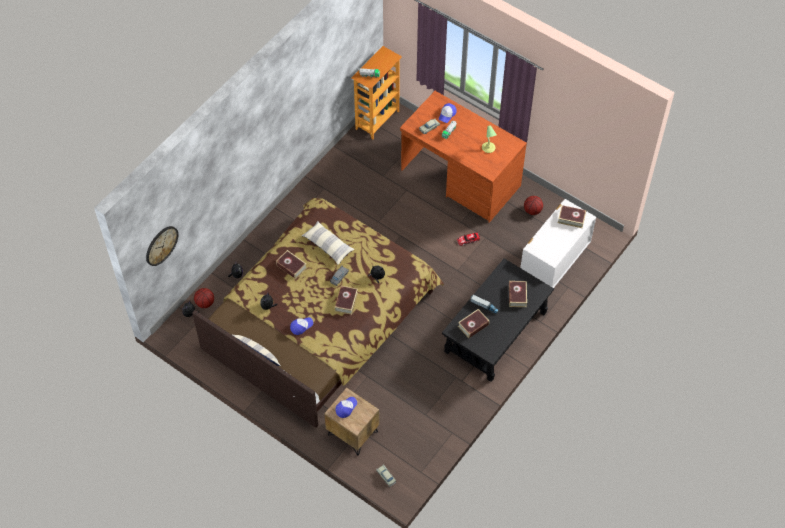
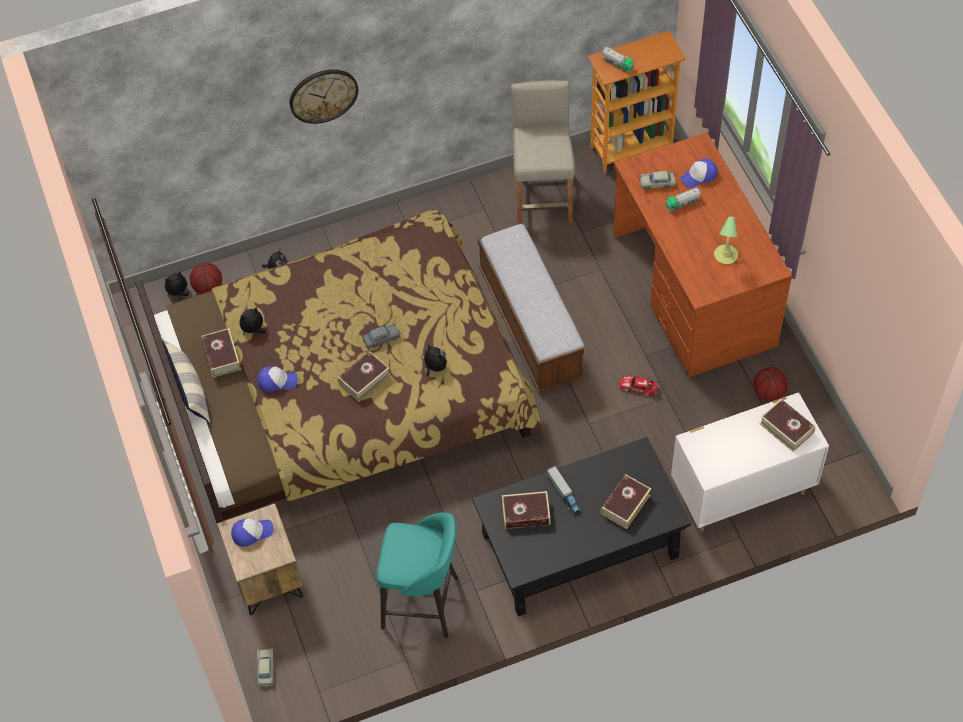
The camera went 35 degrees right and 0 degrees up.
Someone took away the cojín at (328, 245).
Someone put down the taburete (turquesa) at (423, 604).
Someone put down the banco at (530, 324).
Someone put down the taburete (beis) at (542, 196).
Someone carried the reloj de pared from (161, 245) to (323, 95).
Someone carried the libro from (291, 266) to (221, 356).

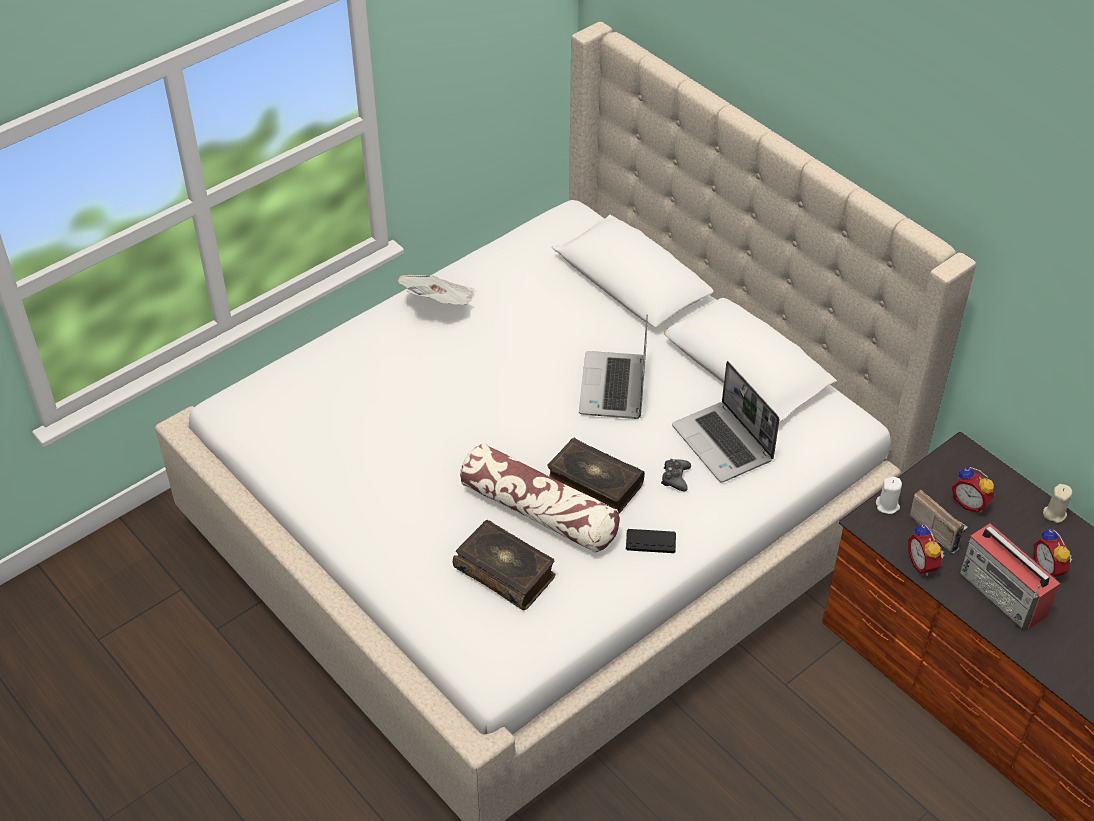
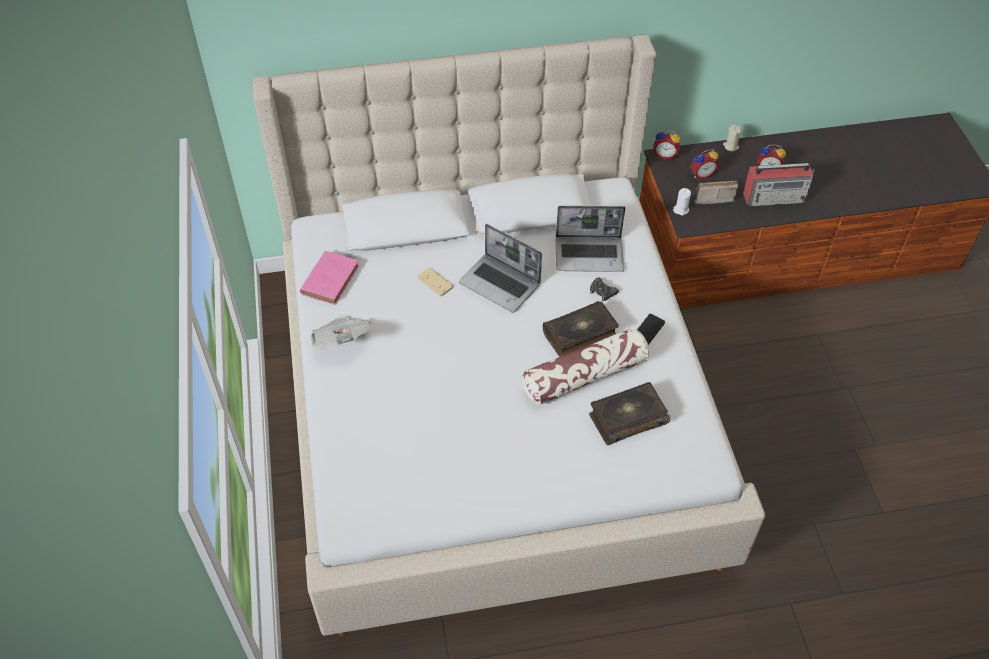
The camera went 60 degrees left and 5 degrees up.
Someone put down the libro (rosa) at (331, 279).
Someone put down the mando de consola (beis) at (435, 282).
Someone carried the despertador from (923, 564) to (665, 155).

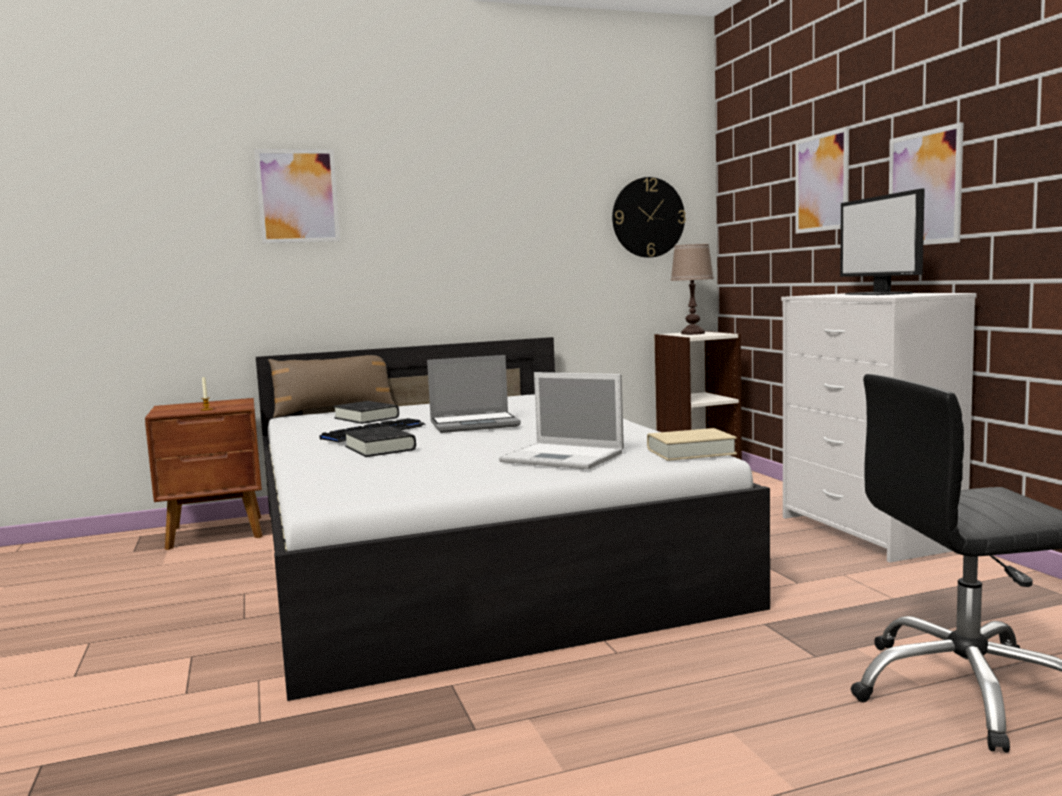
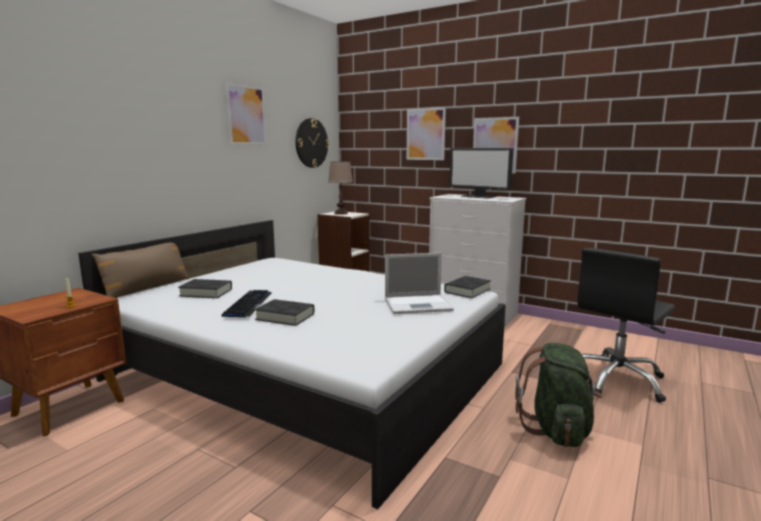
The camera went 40 degrees left and 5 degrees up.
Someone took away the portátil at (475, 424).
Someone put down the mochila (verde) at (557, 430).
Someone carried the cuadro from (298, 196) to (246, 115).
Someone repainted the libro (beis) at (690, 452), which became the libro (negro) at (467, 291).

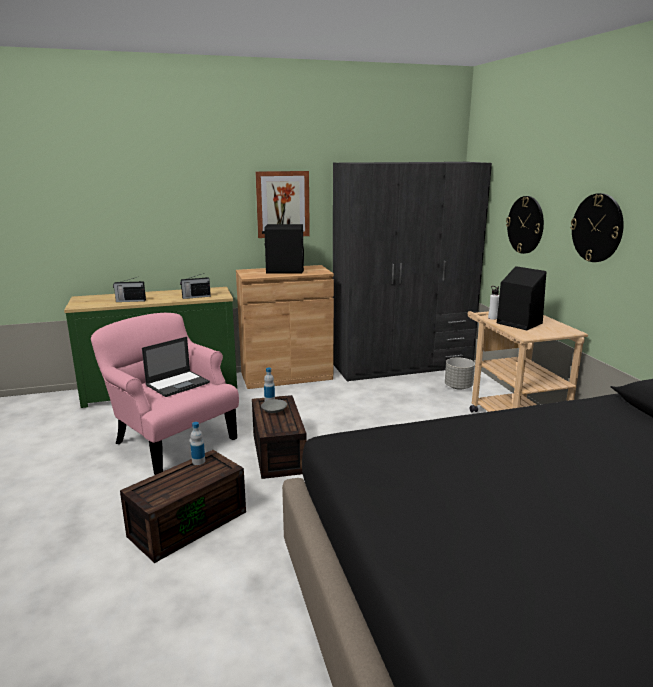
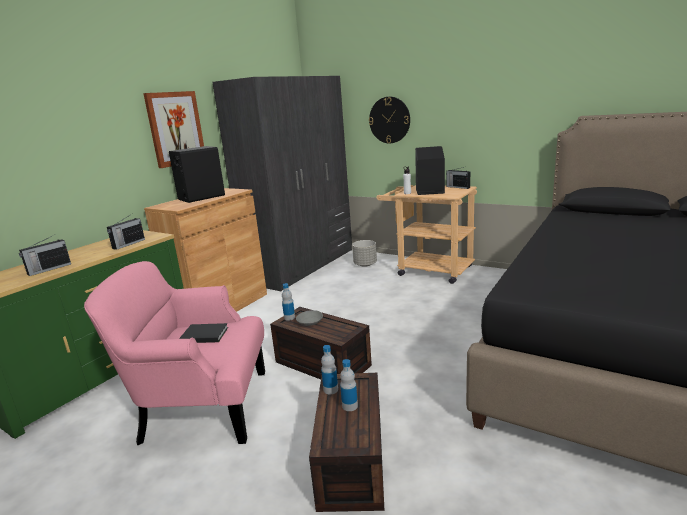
The camera went 40 degrees left and 0 degrees up.
Someone took away the reloj de pared at (597, 228).
Someone put down the botella at (350, 406).
Someone put down the radio at (457, 187).
Someone swapped the portátil at (178, 383) for the libro (negro) at (203, 335).

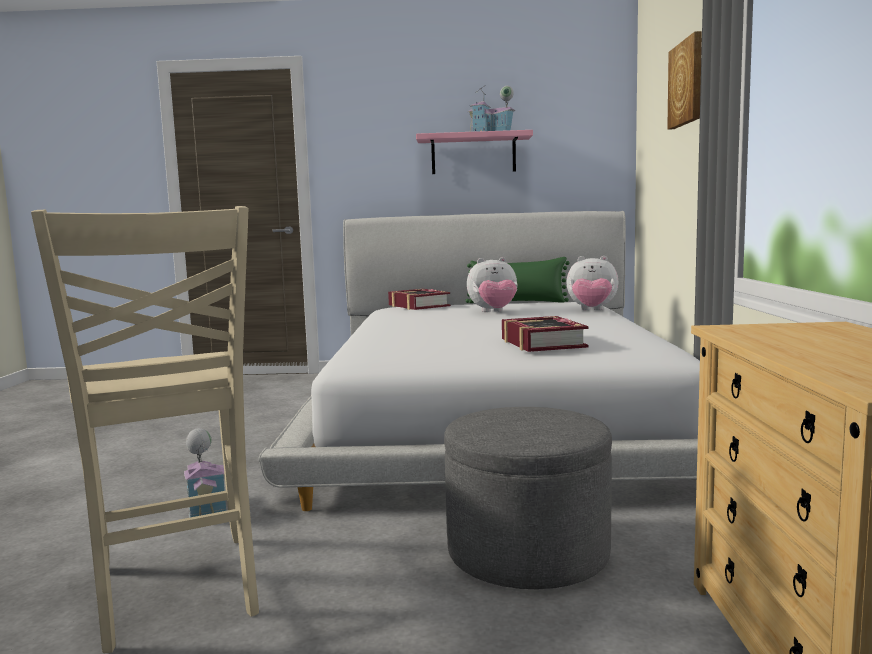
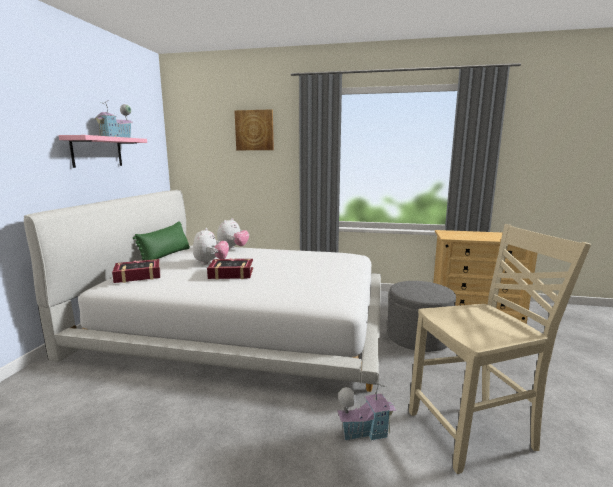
The camera went 80 degrees left and 5 degrees up.
Someone carried the libro from (542, 343) to (231, 273).

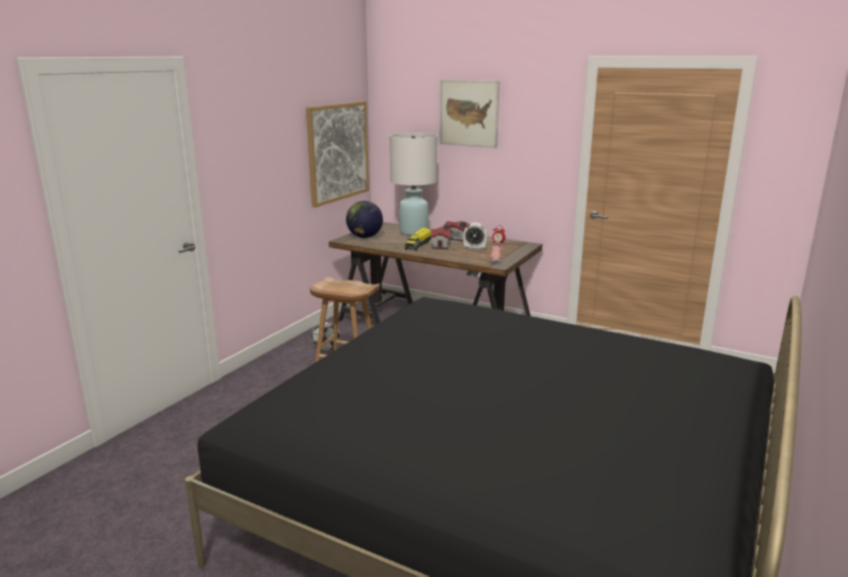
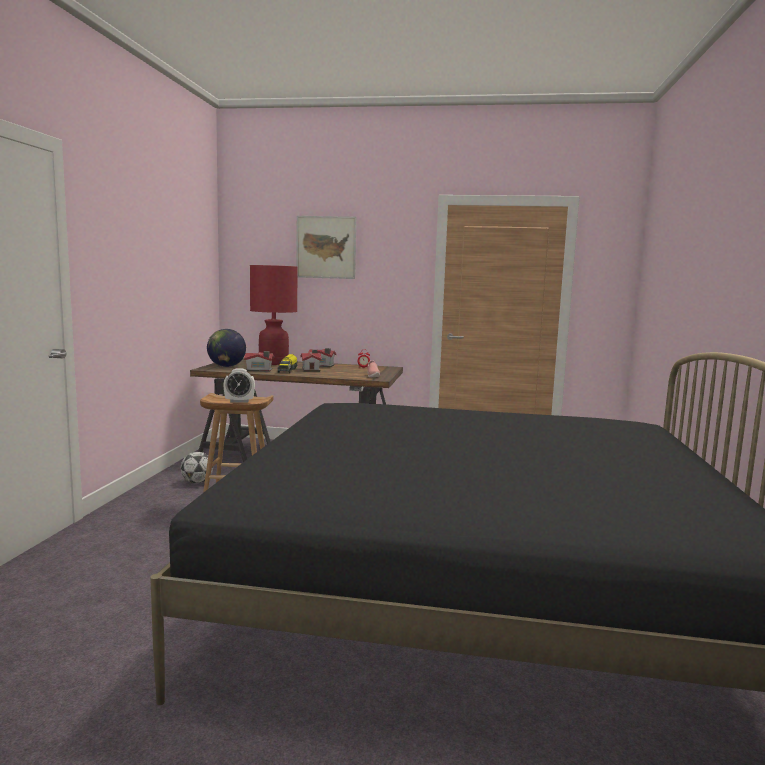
The camera went 20 degrees left and 10 degrees down.
Someone took away the cuadro at (338, 152).
Someone put down the casita at (259, 370).
Someone carried the despertador from (475, 248) to (239, 401).
Someone repainted the lámpara de mesa (blanco) at (413, 232), which became the lámpara de mesa (rojo) at (273, 363).

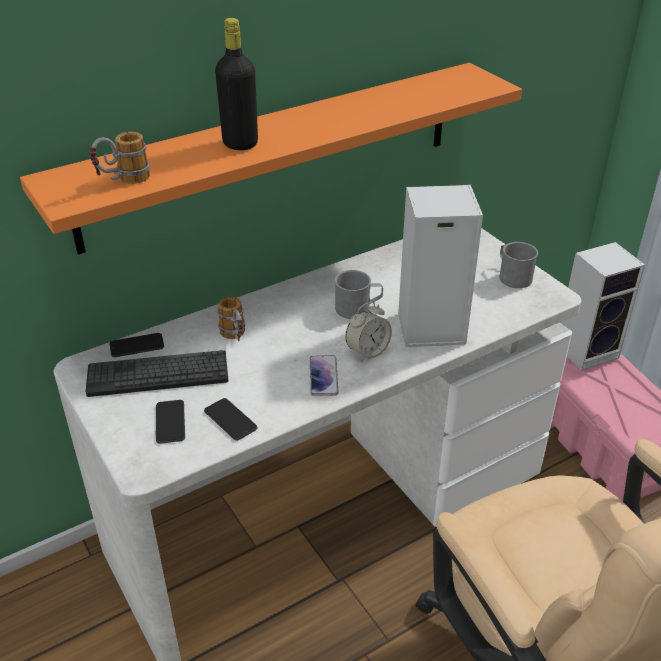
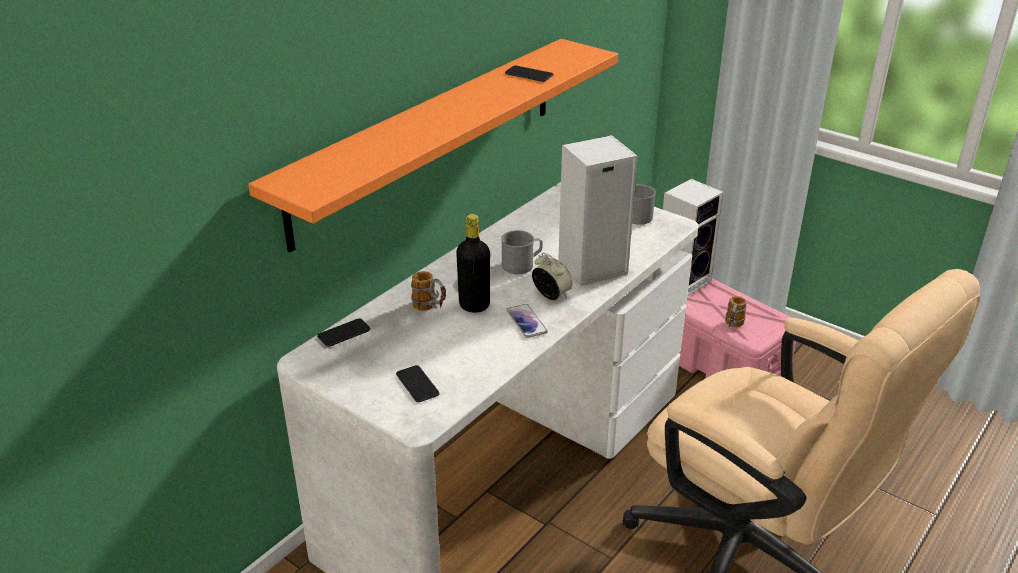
The camera went 20 degrees left and 5 degrees down.
Someone took away the teclado at (158, 374).
Someone carried the taza grande from (123, 182) to (732, 326).
Someone carried the móvil from (230, 420) to (529, 74).
Someone carried the botella (negro) from (240, 143) to (474, 305).
Someone rotated the despertador at (367, 351) by 75 degrees counterclockwise.

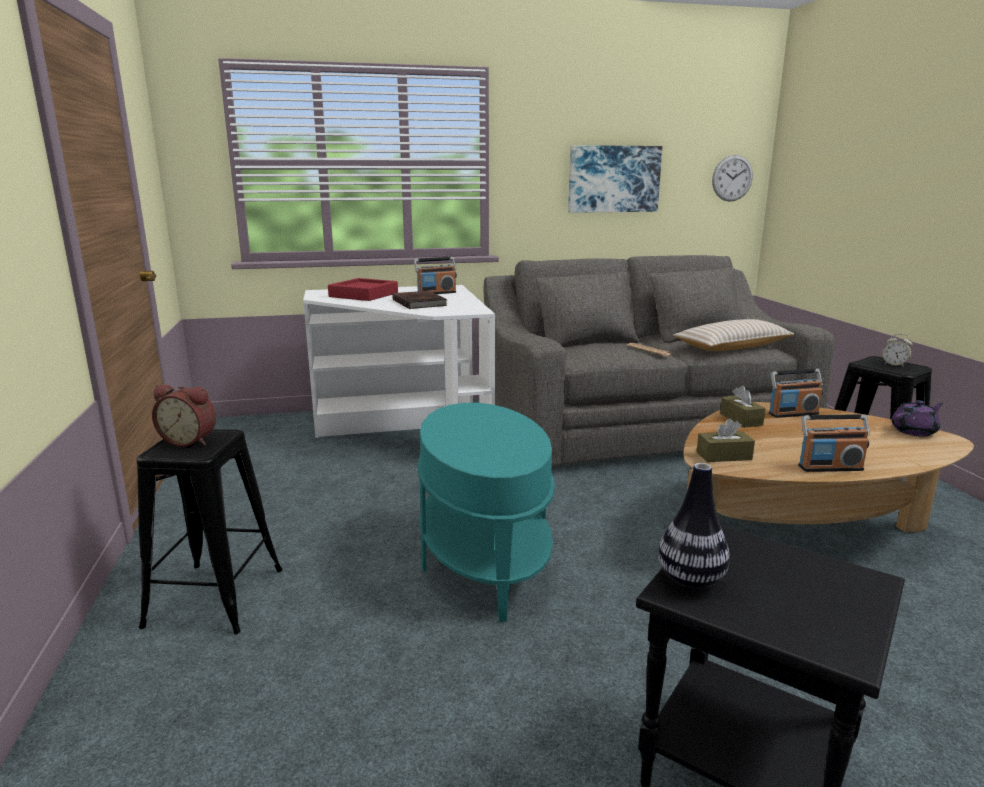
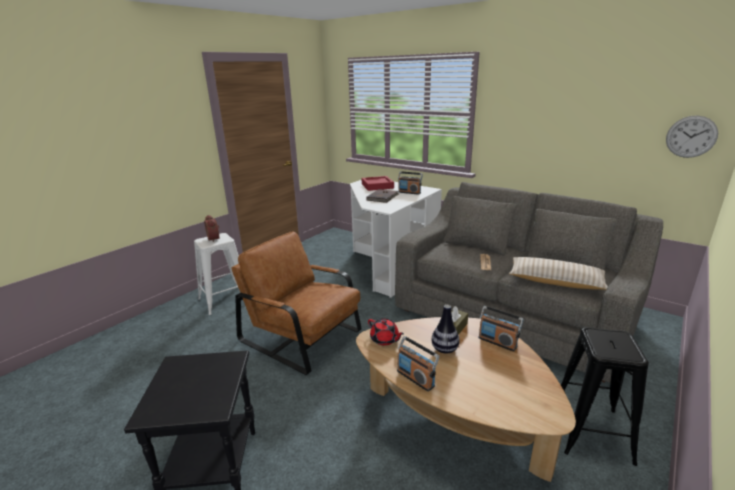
The camera went 50 degrees right and 5 degrees up.
Someone took away the cuadro at (613, 179).
Someone took away the despertador at (894, 365).
Someone took away the tetera (morado) at (914, 431).
Someone carried the florero from (691, 580) to (444, 349).
Someone swapped the mesa auxiliar (turquesa) at (483, 562) for the sillón (marrón) at (303, 336).
Someone swapped the caja de pañuelos (marrón) at (724, 456) for the tetera (rojo) at (385, 339).
Someone repainted the taburete (negro) at (215, 597), which became the taburete (blanco) at (225, 300).

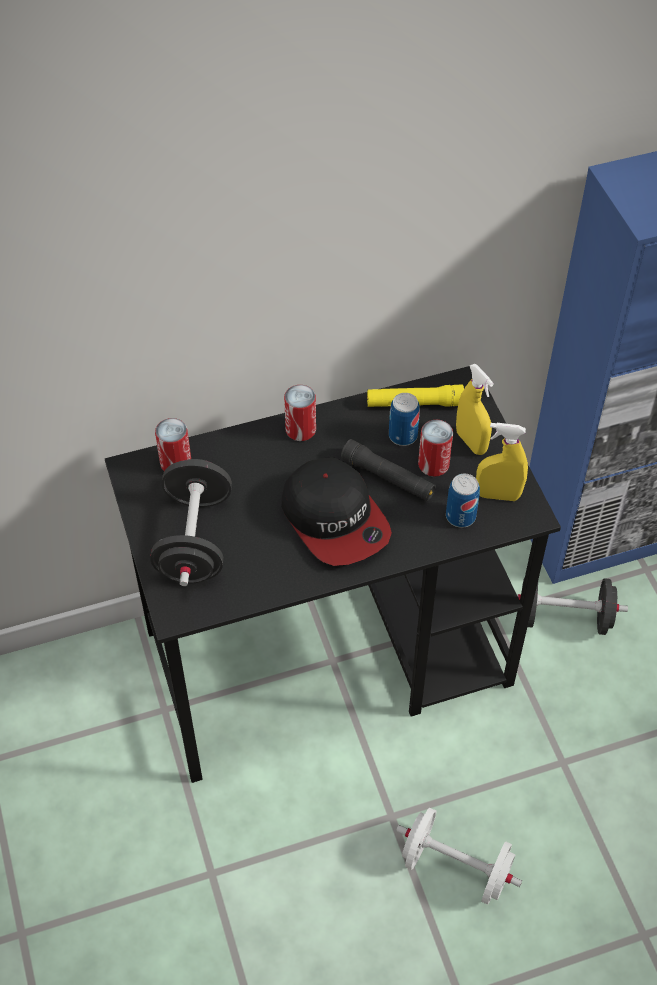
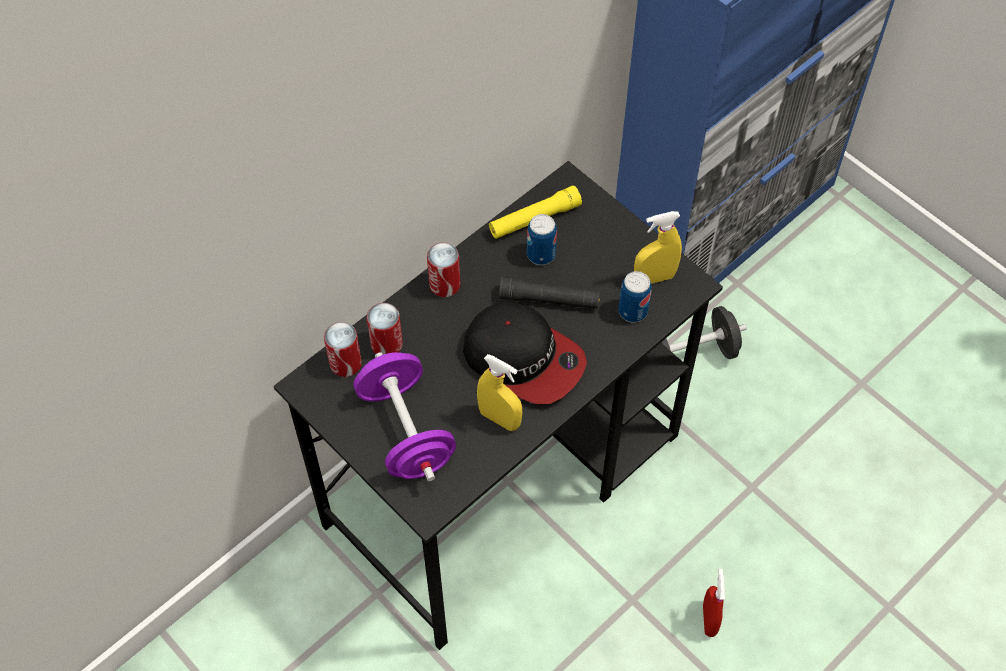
The camera went 25 degrees left and 5 degrees up.
Someone carried the lata from (433, 464) to (386, 344).
Someone carried the pulverizador (amarillo) from (471, 442) to (499, 418).
Someone swapped the mancuerna (blanco) at (456, 867) for the pulverizador (rojo) at (709, 619).
Someone repainted the mancuerna (negro) at (194, 540), which became the mancuerna (morado) at (406, 431).

